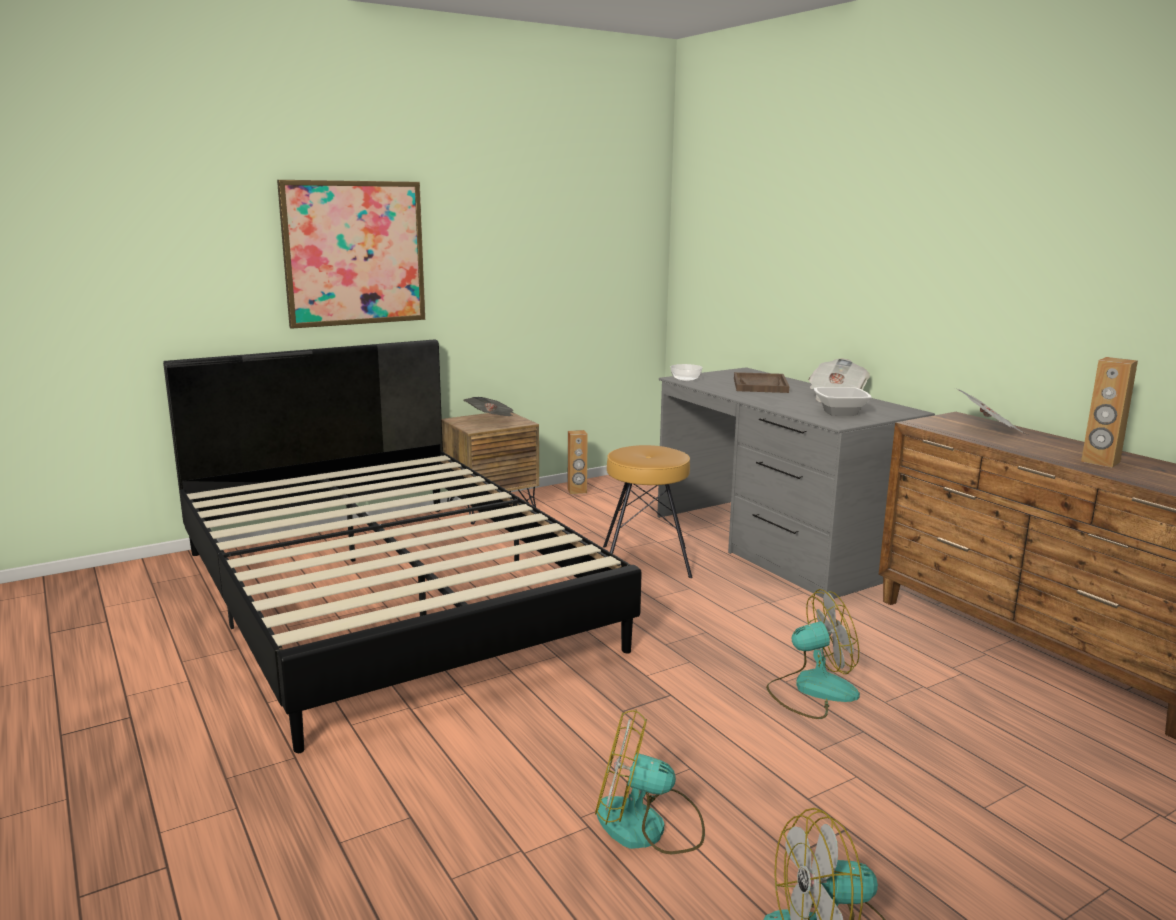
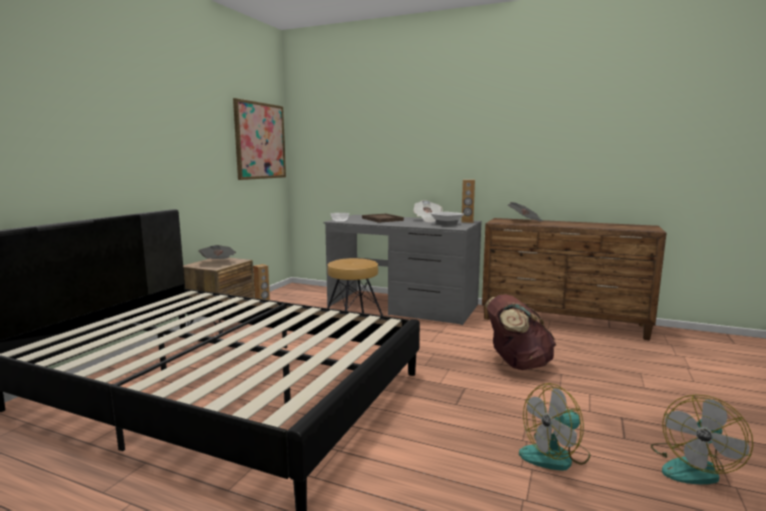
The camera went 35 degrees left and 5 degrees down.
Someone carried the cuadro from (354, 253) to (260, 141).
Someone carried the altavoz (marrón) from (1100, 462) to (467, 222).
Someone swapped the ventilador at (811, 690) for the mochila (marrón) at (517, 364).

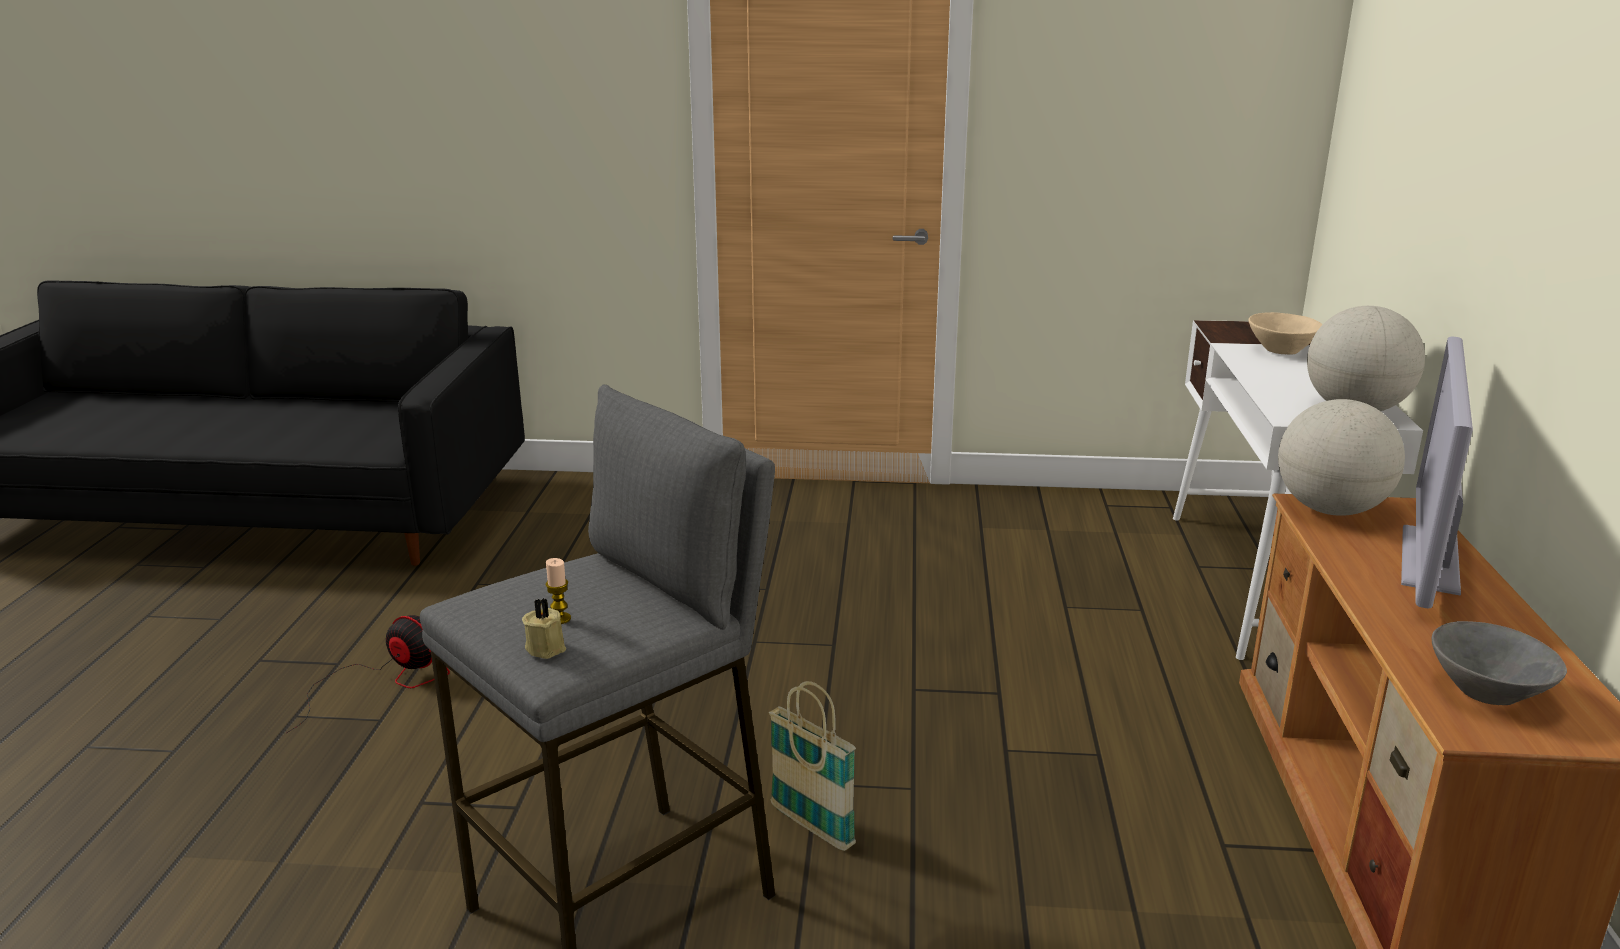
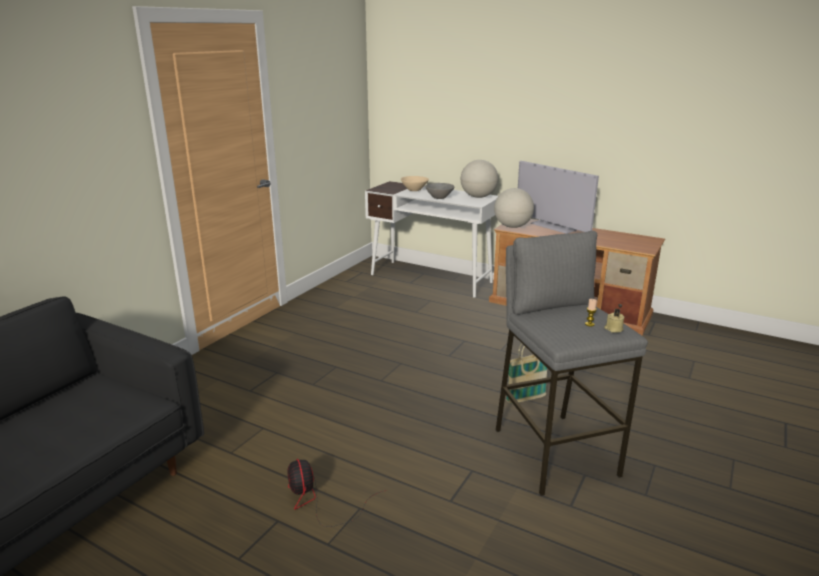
The camera went 65 degrees left and 0 degrees up.
Someone carried the cuenco (gris) from (1487, 694) to (439, 197).
Someone rotated the ventilador at (386, 681) by 75 degrees counterclockwise.

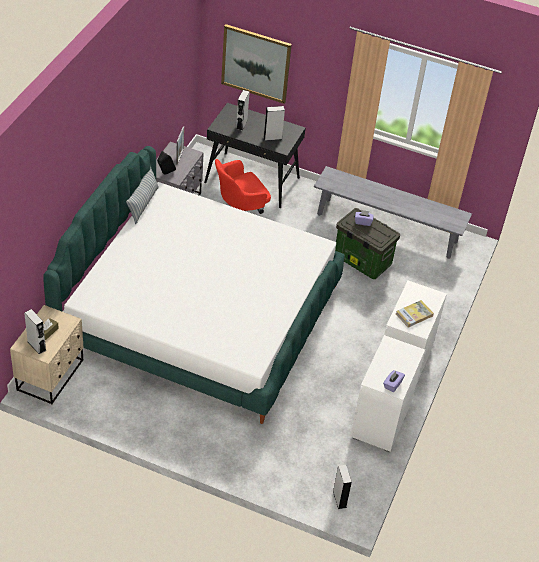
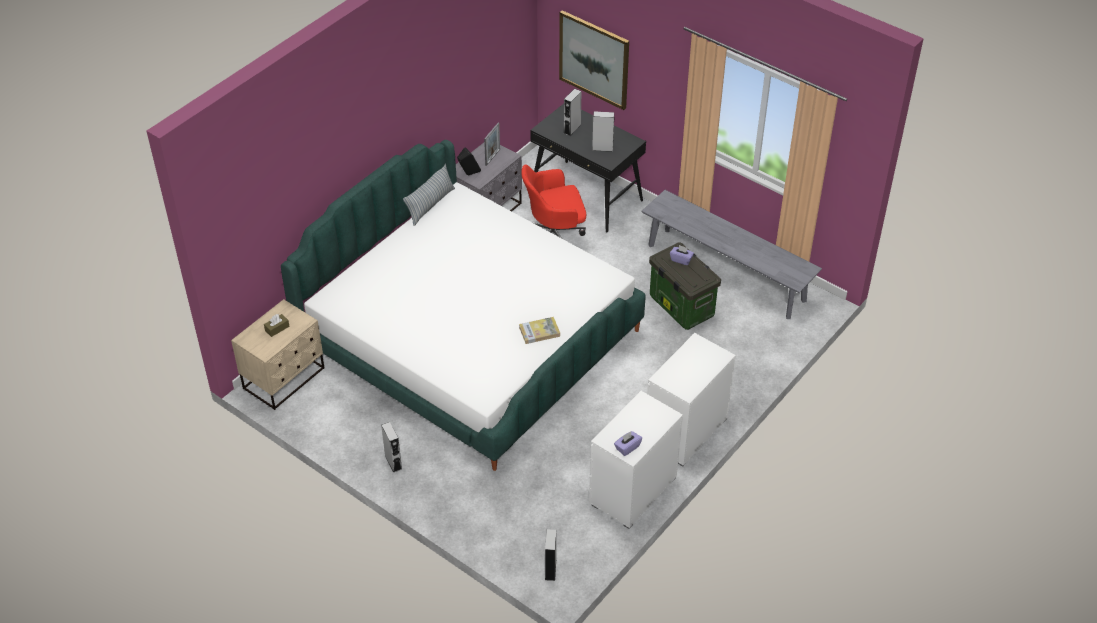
The camera went 20 degrees right and 0 degrees up.
Someone carried the altavoz (gris) from (36, 346) to (393, 462).
Someone carried the libro from (414, 315) to (539, 332).

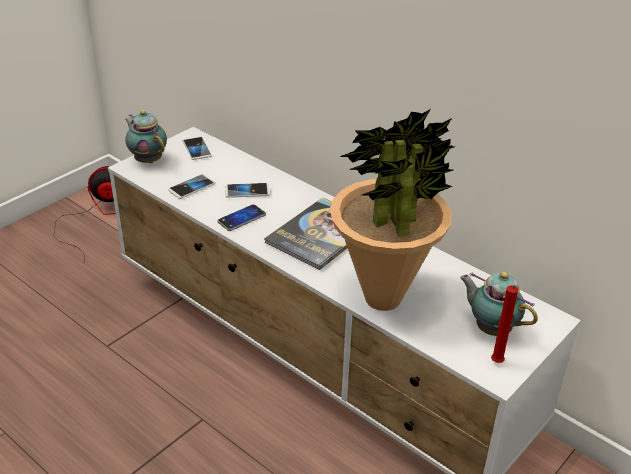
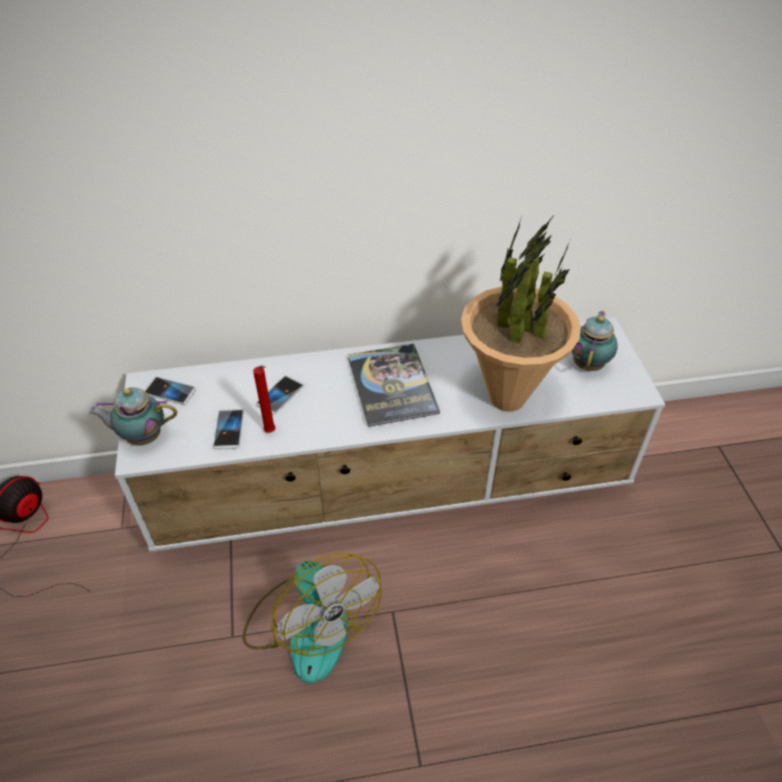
The camera went 50 degrees left and 10 degrees up.
Someone took away the móvil at (241, 218).
Someone put down the ventilador at (309, 625).
Someone carried the vela (rojo) from (497, 364) to (271, 432).
Someone rotated the tetera at (491, 328) by 120 degrees clockwise.

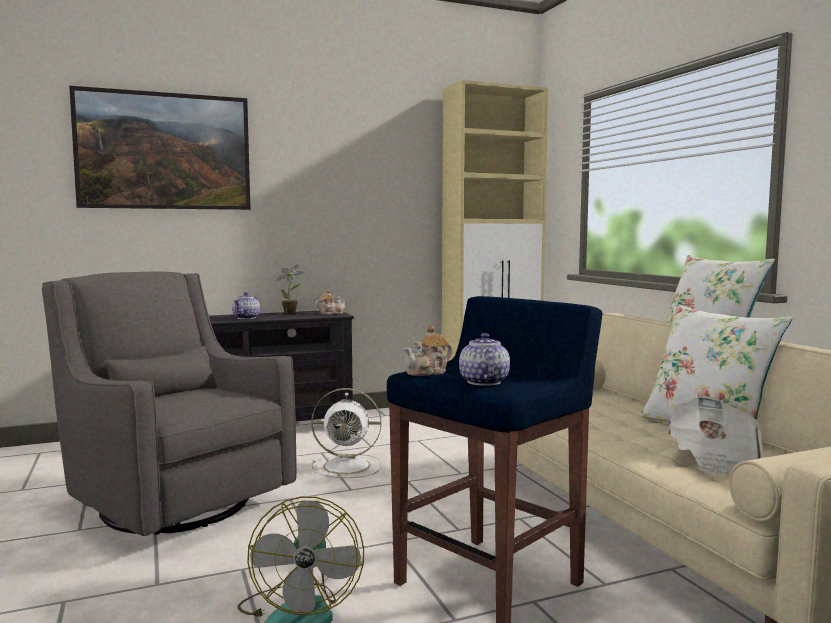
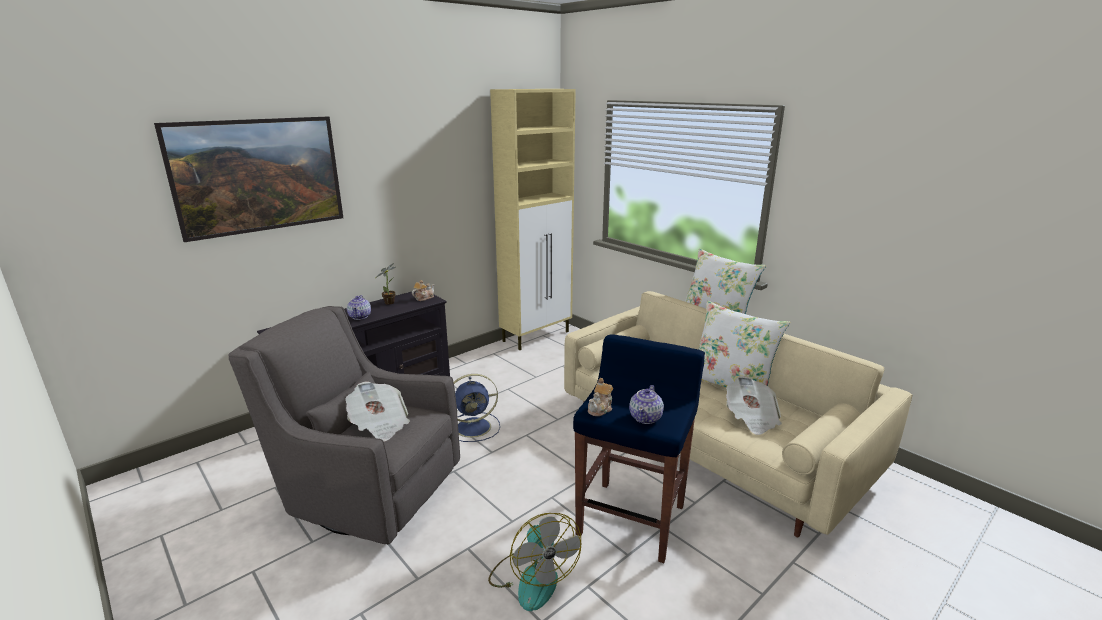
The camera went 20 degrees left and 15 degrees up.
Someone put down the periódico at (379, 424).
Someone repainted the ventilador (blanco) at (349, 466), which became the ventilador (azul) at (475, 427).
Someone rotated the tetera at (483, 382) by 135 degrees counterclockwise.

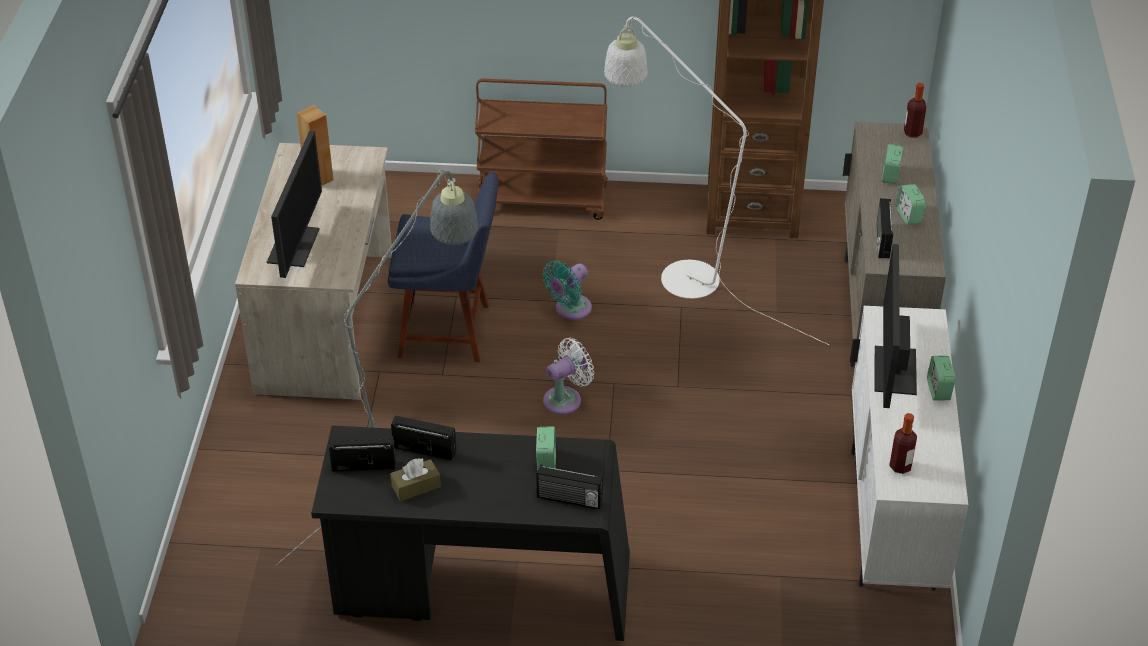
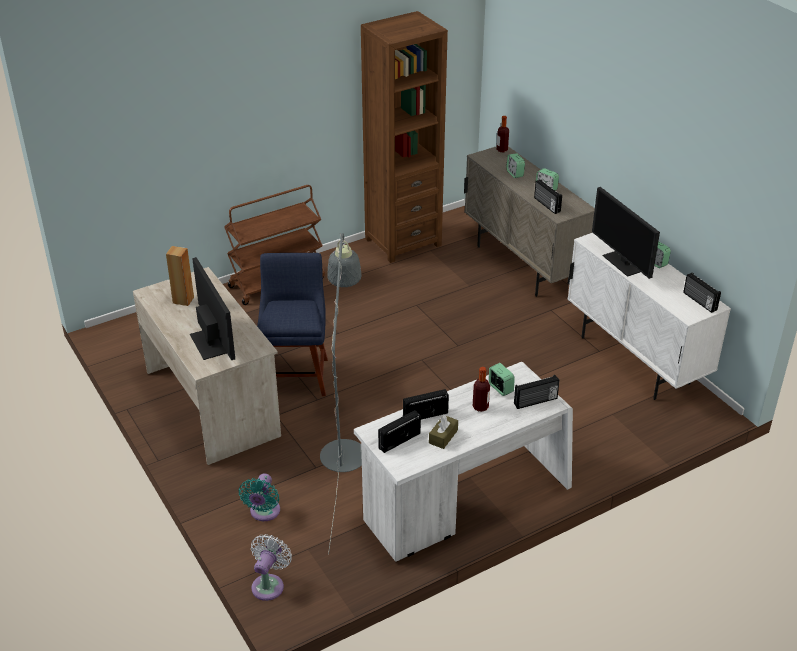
The camera went 35 degrees left and 5 degrees down.
Someone took away the lámpara de pie (blanco) at (676, 273).
Someone put down the radio at (699, 301).
Someone carried the ventilador (turquesa) from (570, 309) to (264, 513).
Someone carried the ventilador (blanco) from (566, 399) to (269, 584).
Someone carried the botella from (900, 466) to (480, 407).
Someone repainted the escritorio (negro) at (481, 590), which became the escritorio (blanco) at (465, 503).
Someone rotated the silla (azul) at (450, 331) by 60 degrees counterclockwise.

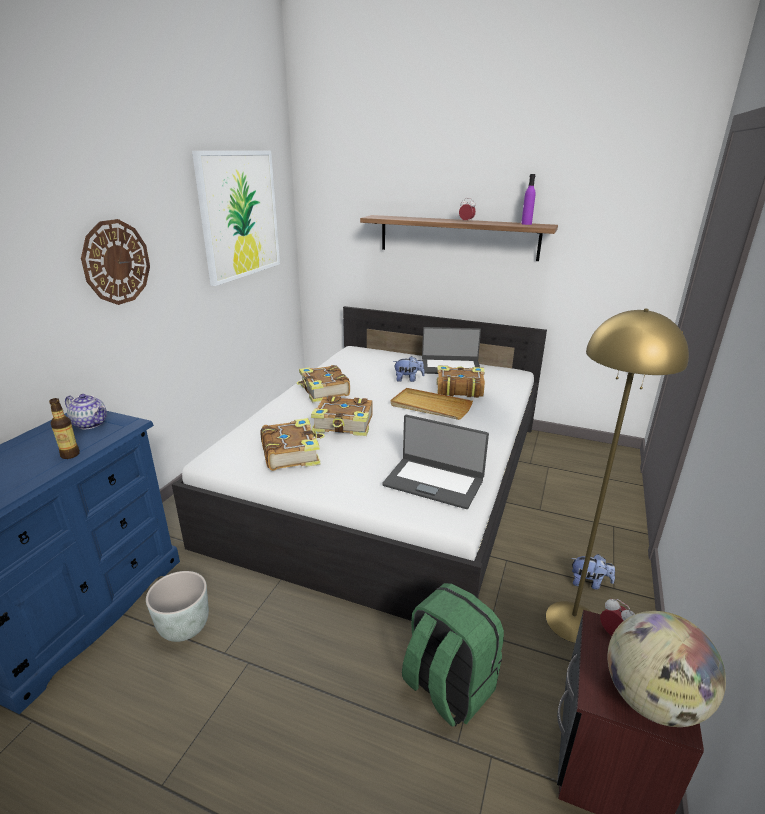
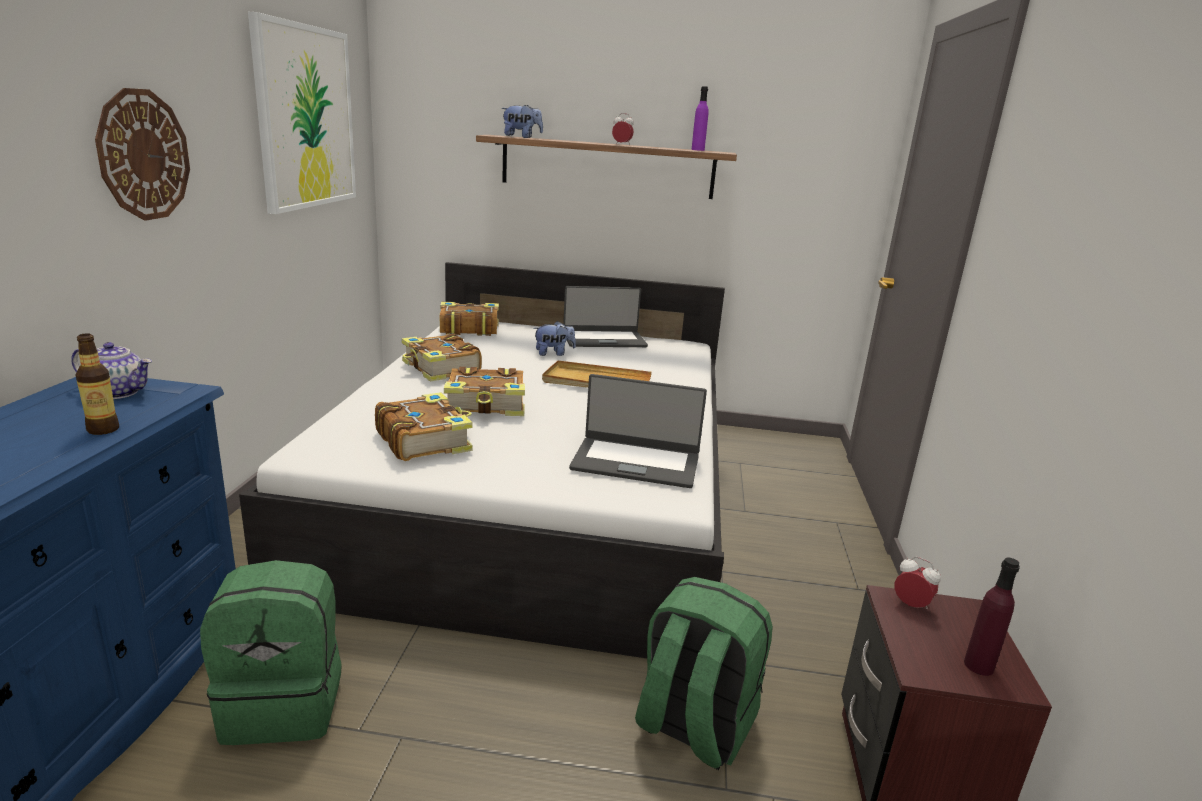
The camera went 15 degrees left and 5 degrees down.
Someone took away the lámpara de pie (amarillo) at (573, 621).
Someone carried the libro from (459, 389) to (468, 328).
Someone carried the peluche from (589, 583) to (521, 137).
Someone swapped the maceta (gris) at (185, 627) for the mochila (verde) at (285, 704).
Someone swapped the globo terráqueo at (651, 700) for the botella (morado) at (978, 665).

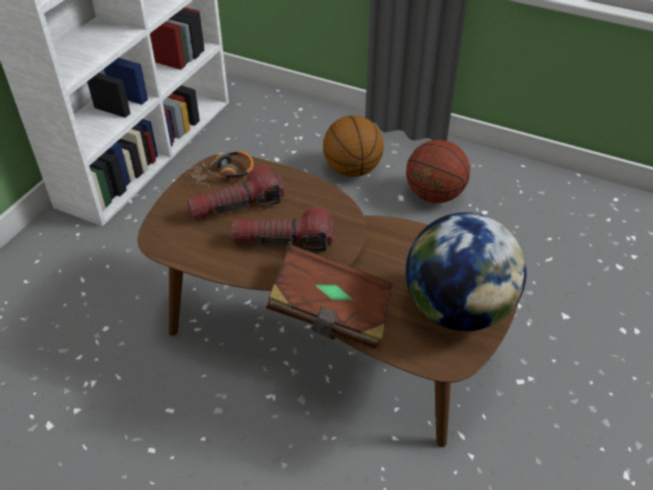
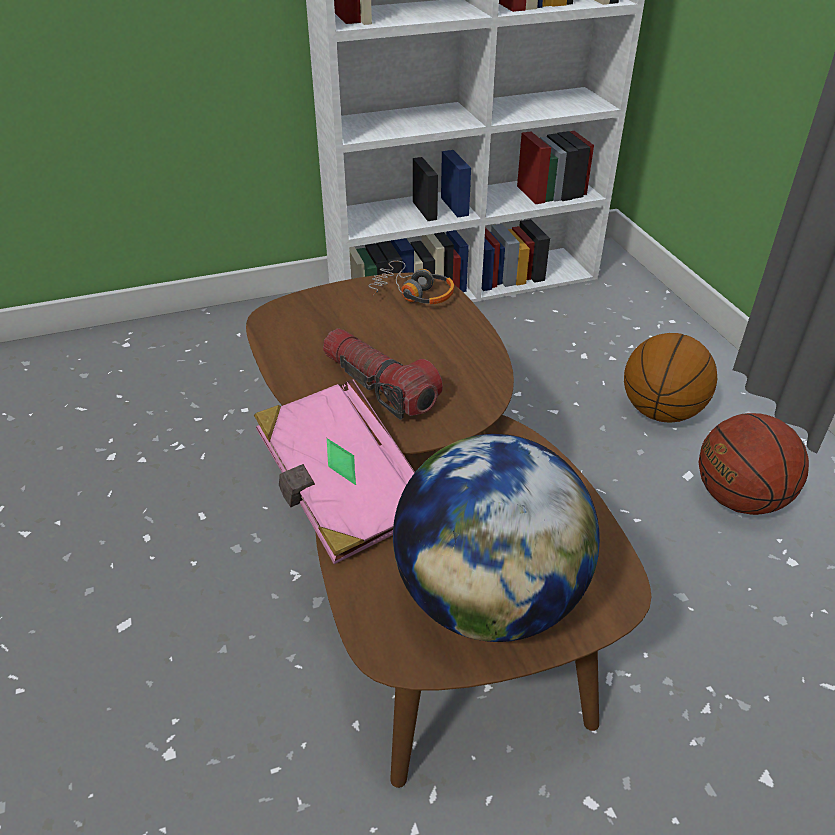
The camera went 45 degrees right and 5 degrees down.
Someone took away the linterna at (237, 206).
Someone repainted the libro (marrón) at (331, 313), which became the libro (rosa) at (343, 494).

